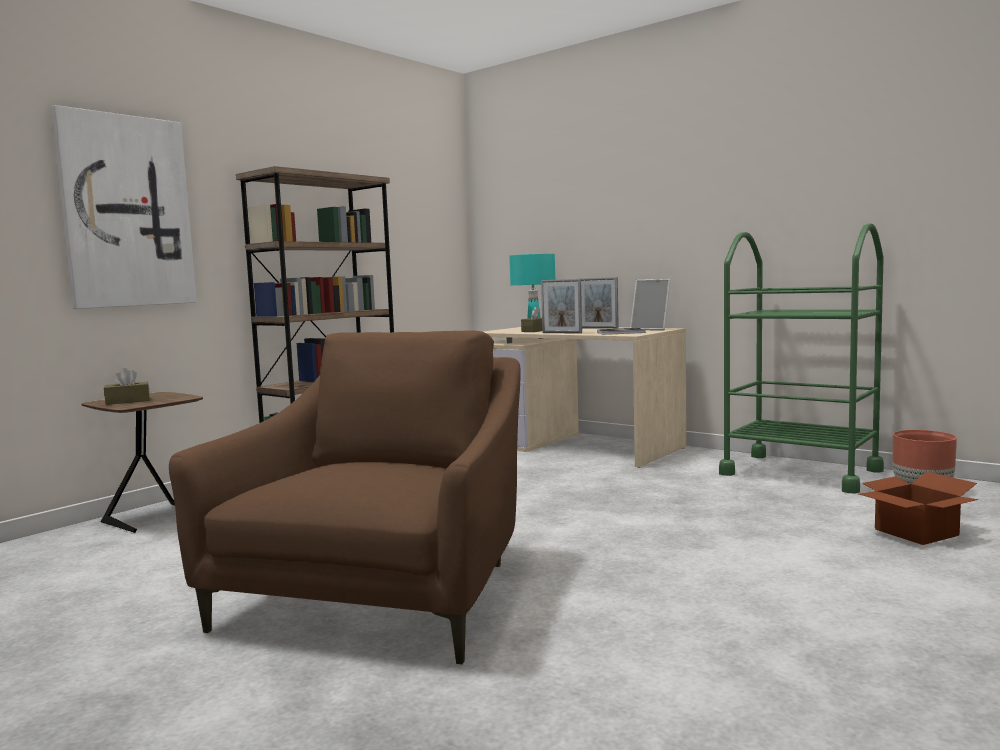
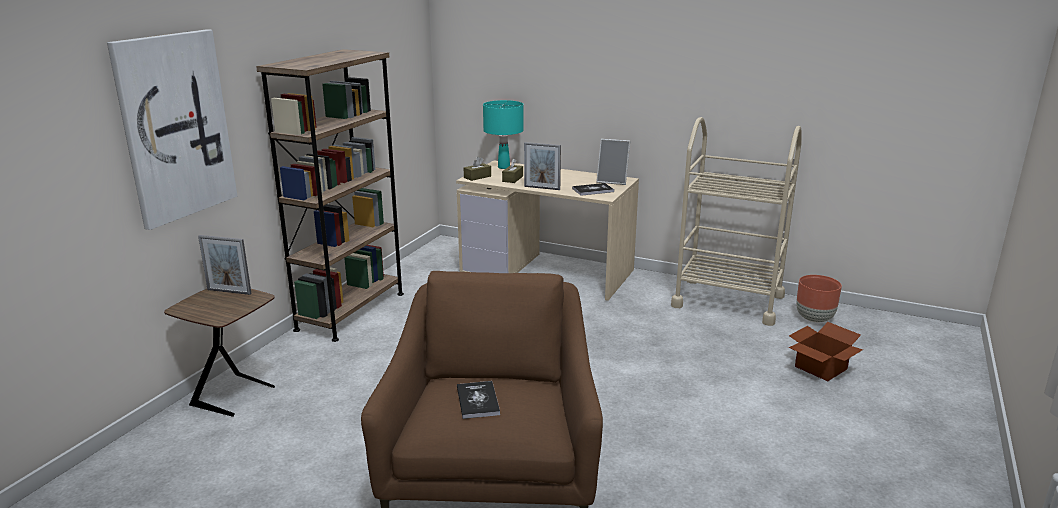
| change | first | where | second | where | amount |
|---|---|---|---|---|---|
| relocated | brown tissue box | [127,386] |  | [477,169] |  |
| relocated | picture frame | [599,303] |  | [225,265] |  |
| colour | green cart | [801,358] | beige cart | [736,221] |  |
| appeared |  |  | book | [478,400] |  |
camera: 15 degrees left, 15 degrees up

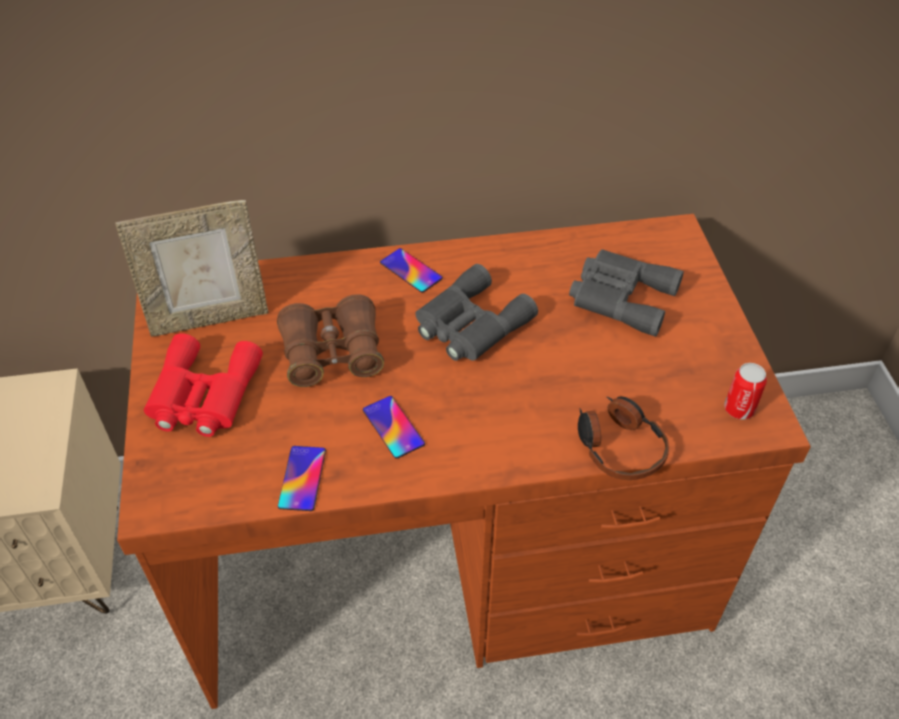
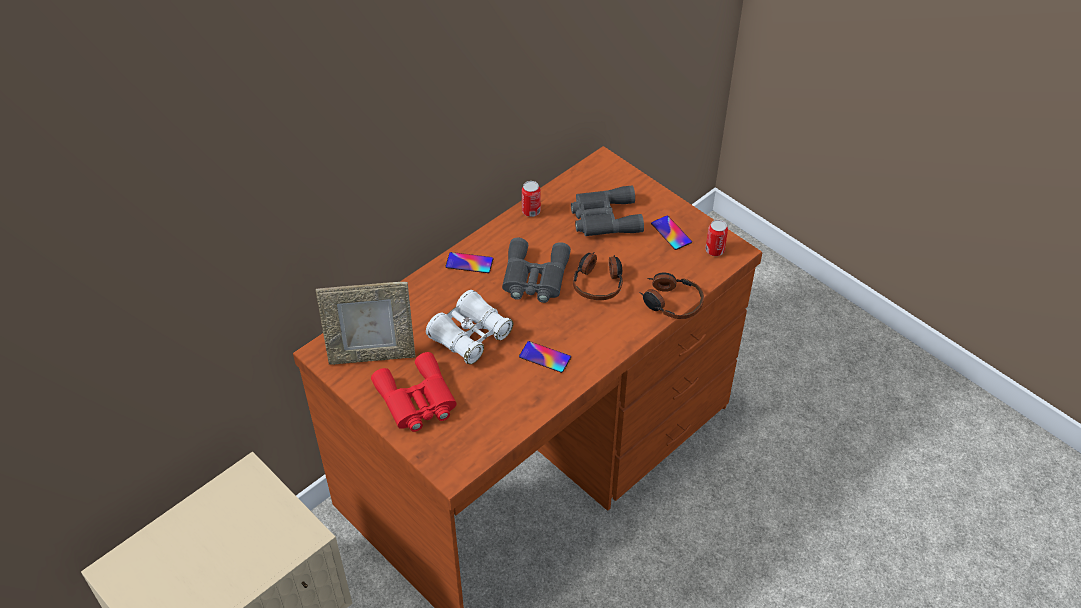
| change | first | where | second | where | amount |
|---|---|---|---|---|---|
| spun | picture frame | [191,268] |  | [365,323] | 45 degrees clockwise |
| colour | brown binoculars | [330,340] | white binoculars | [469,327] |  |
| relocated | phone | [302,478] |  | [671,233] |  |
| appeared |  |  | can | [531,199] |  |
| appeared |  |  | headphones | [598,276] |  |
camera: 35 degrees left, 0 degrees up

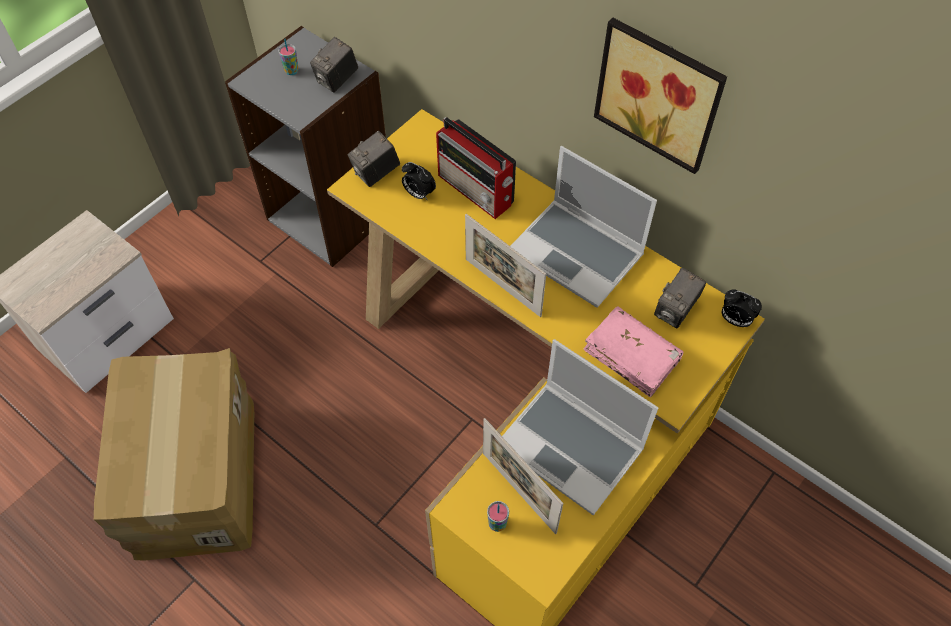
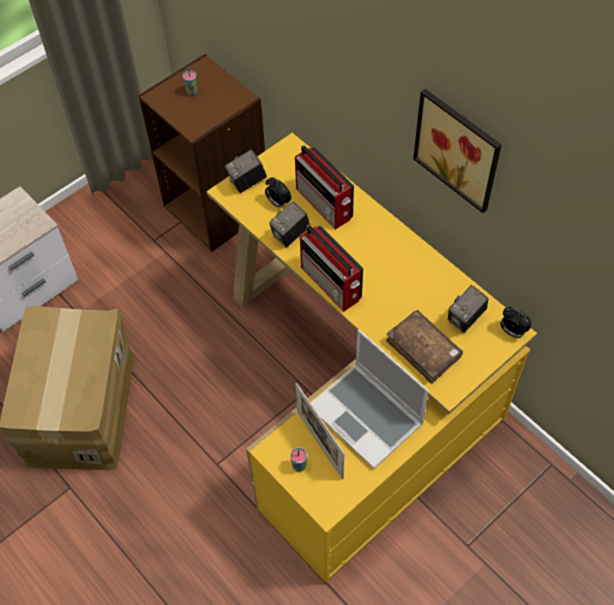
| change | first | where | second | where | amount |
|---|---|---|---|---|---|
| colour | grey bookcase | [305,146] | brown bookcase | [201,153] |  |
| relocated | photo camera | [334,65] |  | [289,224] |  |
| exchanged | picture frame | [505,265] | radio | [331,268] |  |
| missing | laptop | [583,227] |  |  |  |
| colour | pink book | [634,351] | brown book | [424,347] |  |
camera: 10 degrees right, 0 degrees up

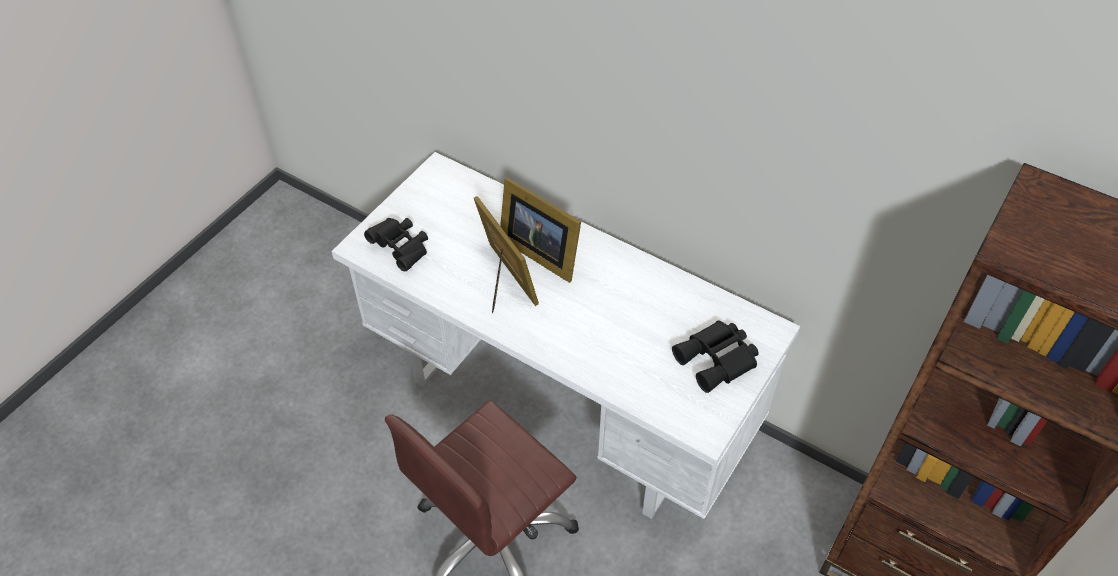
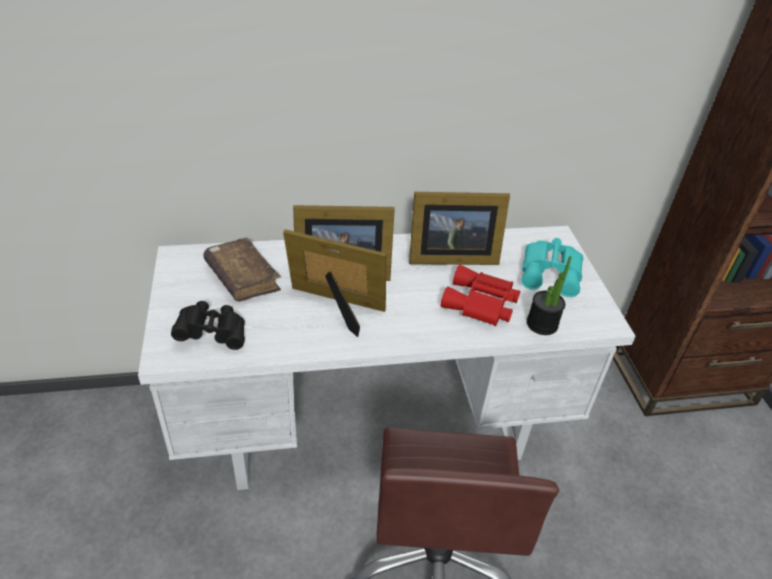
| change | first | where | second | where | amount |
|---|---|---|---|---|---|
| colour | black binoculars | [715,356] | turquoise binoculars | [552,267] |  |
| appeared |  |  | brown book | [242,269] |  |
| appeared |  |  | picture frame | [459,228] |  |
| appeared |  |  | red binoculars | [480,295] |  |
| appeared |  |  | potted plant | [549,295] |  |
camera: 45 degrees left, 10 degrees down

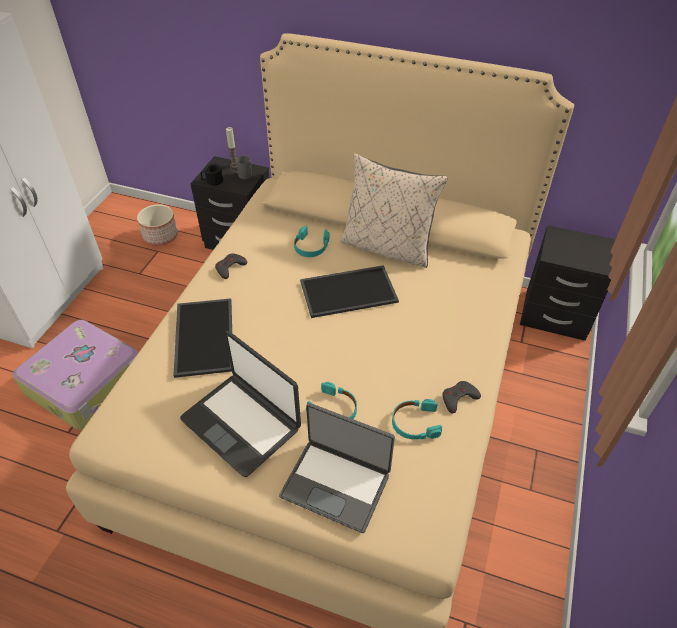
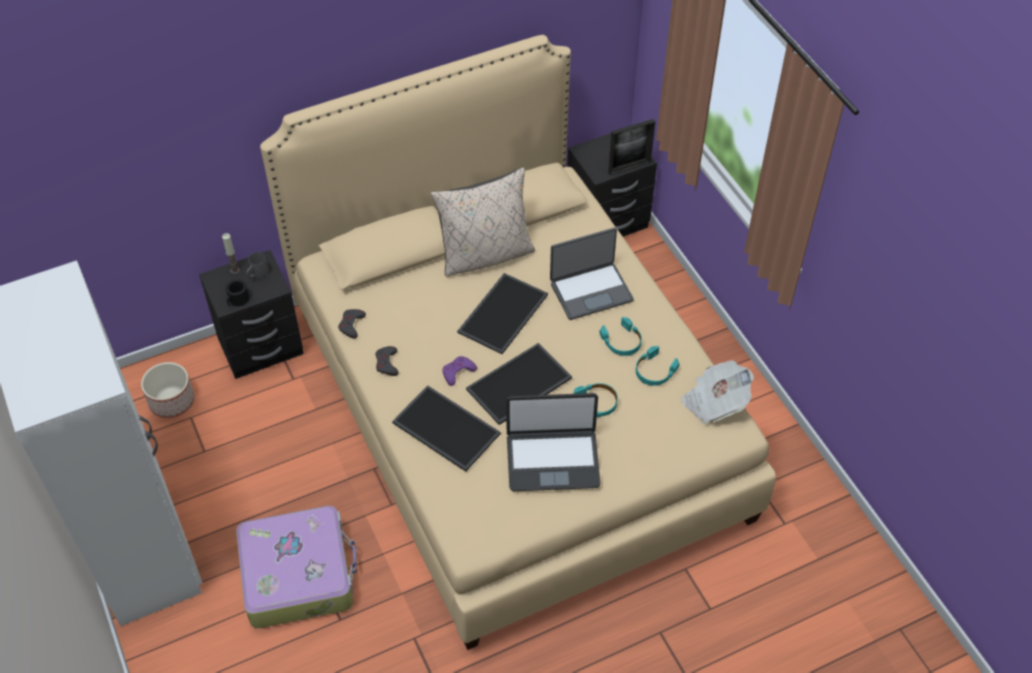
| change | first | where | second | where | amount |
|---|---|---|---|---|---|
| relocated | laptop | [337,468] |  | [592,274] |  |
| relocated | turquoise headphones | [312,241] |  | [620,336] |  |
| relocated | grey game controller | [461,397] |  | [352,324] |  |
| appeared |  |  | purple game controller | [459,371] |  |
| appeared |  |  | tray | [519,384] |  |
| appeared |  |  | picture frame | [631,147] |  |
| appeared |  |  | newspaper | [717,392] |  |
camera: 45 degrees left, 5 degrees up

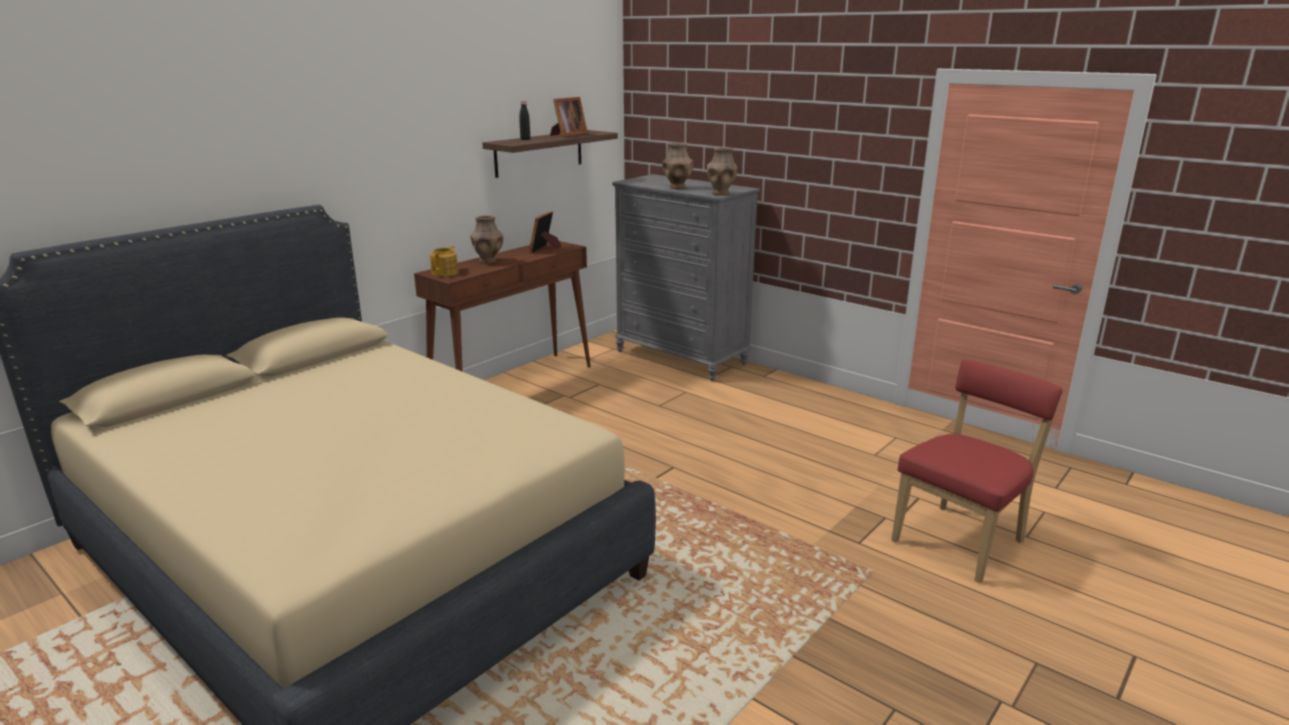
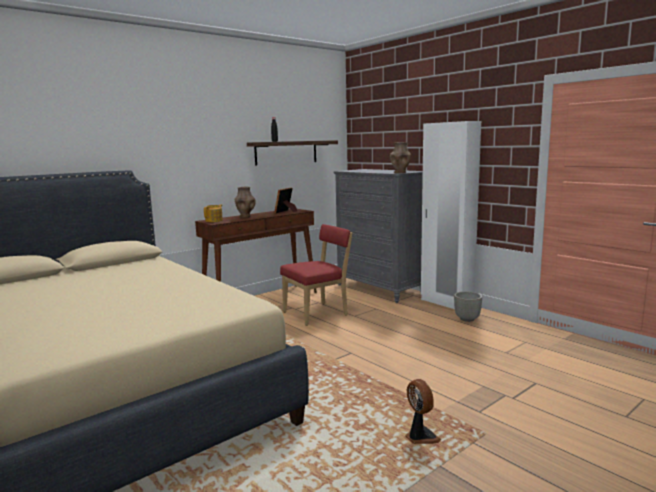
| change | first | where | second | where | amount |
|---|---|---|---|---|---|
| missing | picture frame | [569,117] |  |  |  |
| missing | brown vase | [677,166] |  |  |  |
| relocated | red chair | [977,471] |  | [316,275] |  |
| appeared |  |  | fan | [423,411] |  |
| appeared |  |  | white wardrobe | [451,215] |  |
| appeared |  |  | grey planter | [468,306] |  |
camera: 10 degrees right, 10 degrees down

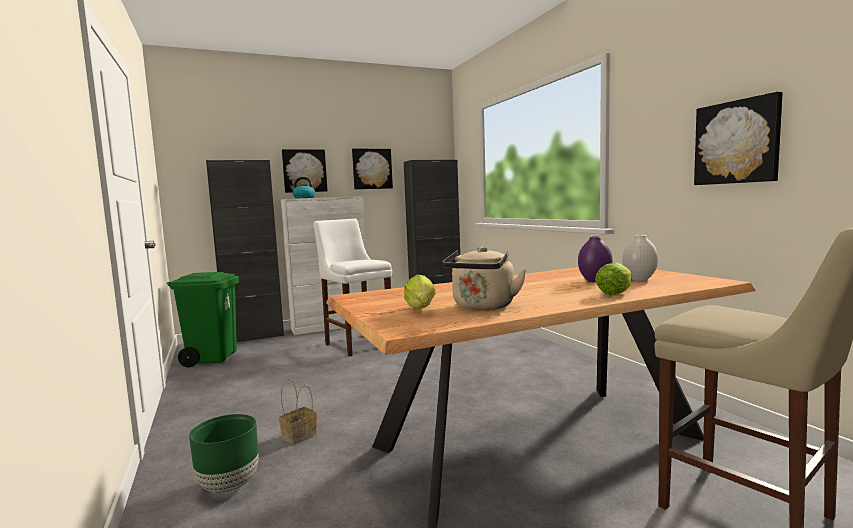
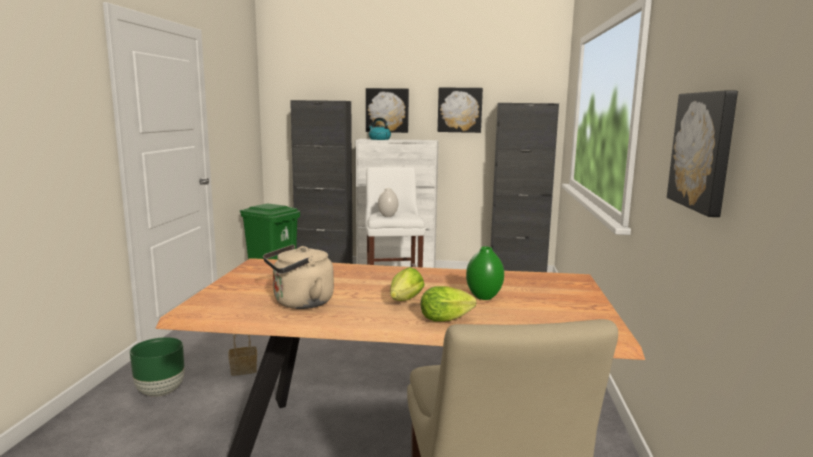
| change | first | where | second | where | amount |
|---|---|---|---|---|---|
| relocated | lettuce | [420,291] |  | [407,284] |  |
| colour | purple vase | [595,259] | green vase | [485,273] |  |
| relocated | white vase | [640,258] |  | [388,202] |  |
camera: 30 degrees right, 5 degrees up

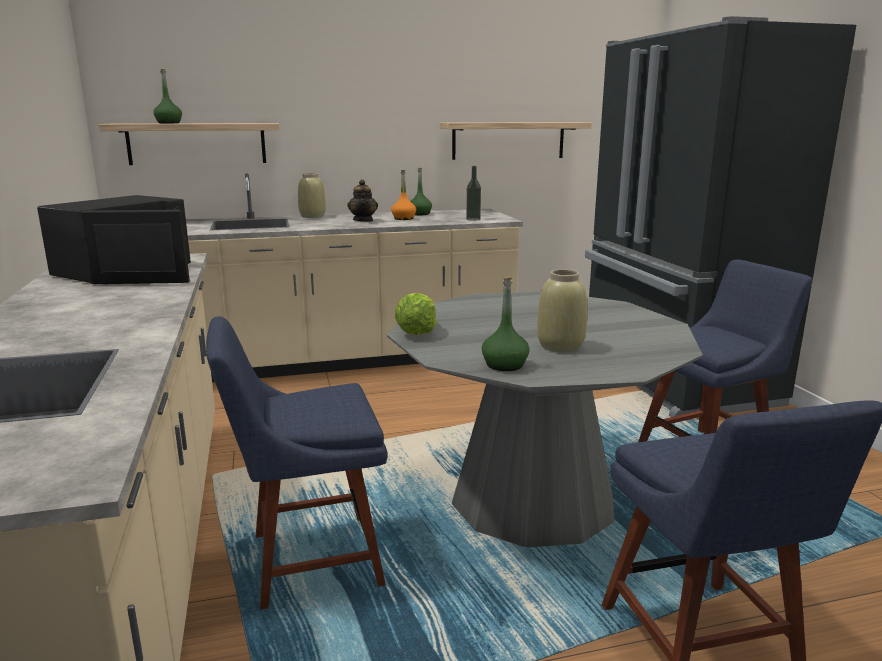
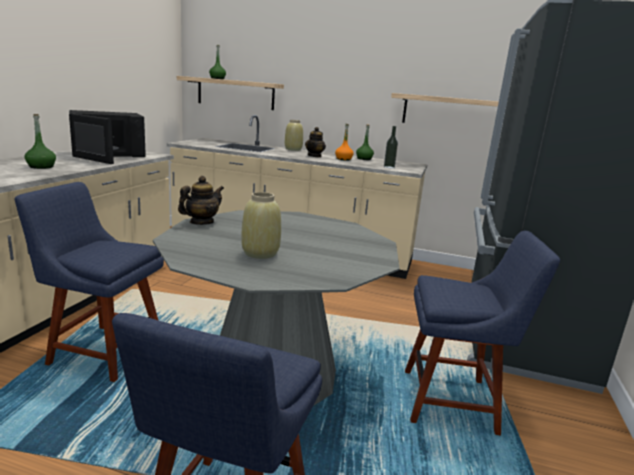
| change | first | where | second | where | amount |
|---|---|---|---|---|---|
| exchanged | lettuce | [416,314] | teapot | [201,200] |  |
| relocated | green bottle | [506,323] |  | [40,141] |  |
camera: 30 degrees right, 0 degrees up

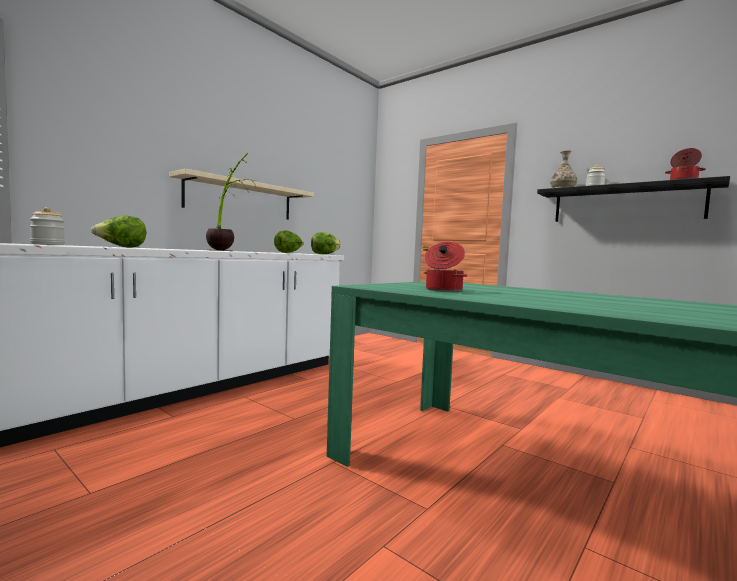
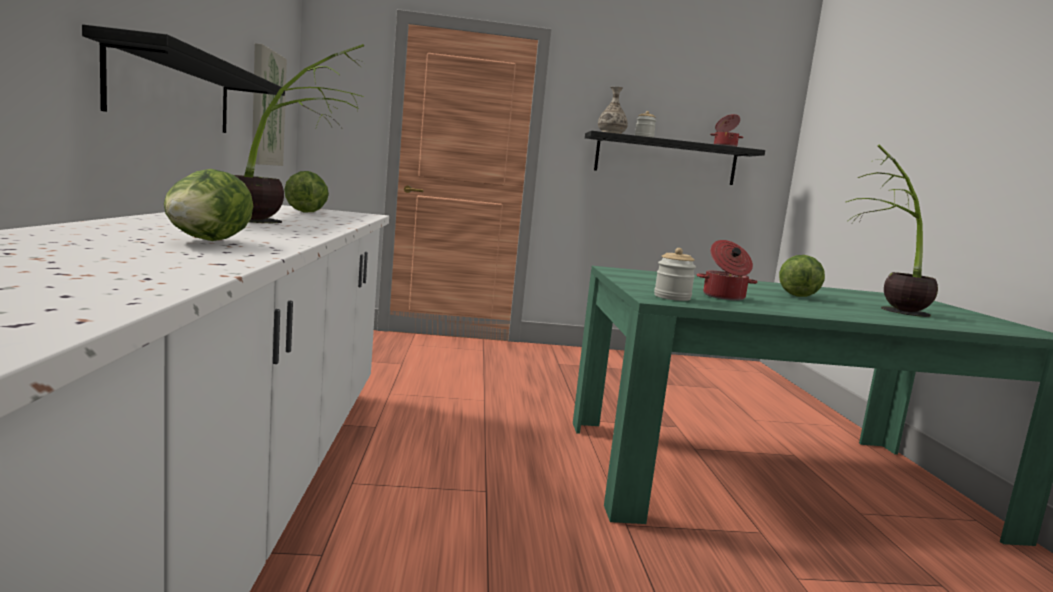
| change | first | where | second | where | amount |
|---|---|---|---|---|---|
| relocated | jar | [47,226] |  | [675,274] |  |
| colour | beige shelf | [241,194] | black shelf | [183,78] |  |
| relocated | lettuce | [326,243] |  | [802,276] |  |
| appeared |  |  | picture | [269,104] |  |
| appeared |  |  | potted plant | [892,231] |  |
camera: 45 degrees left, 5 degrees up

